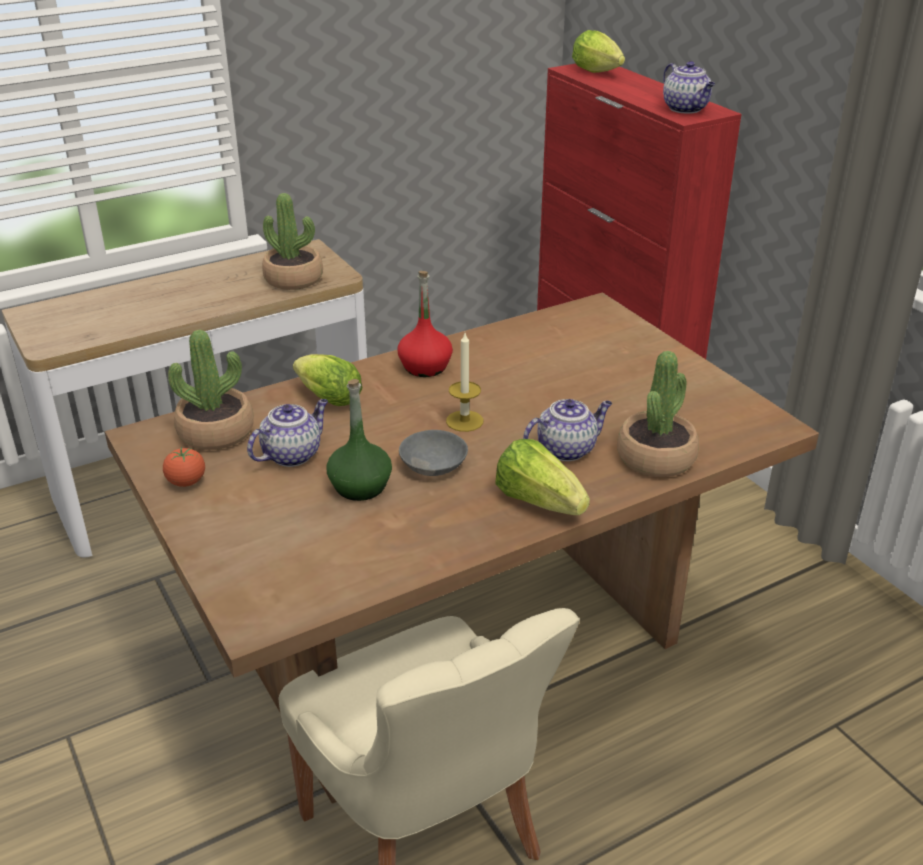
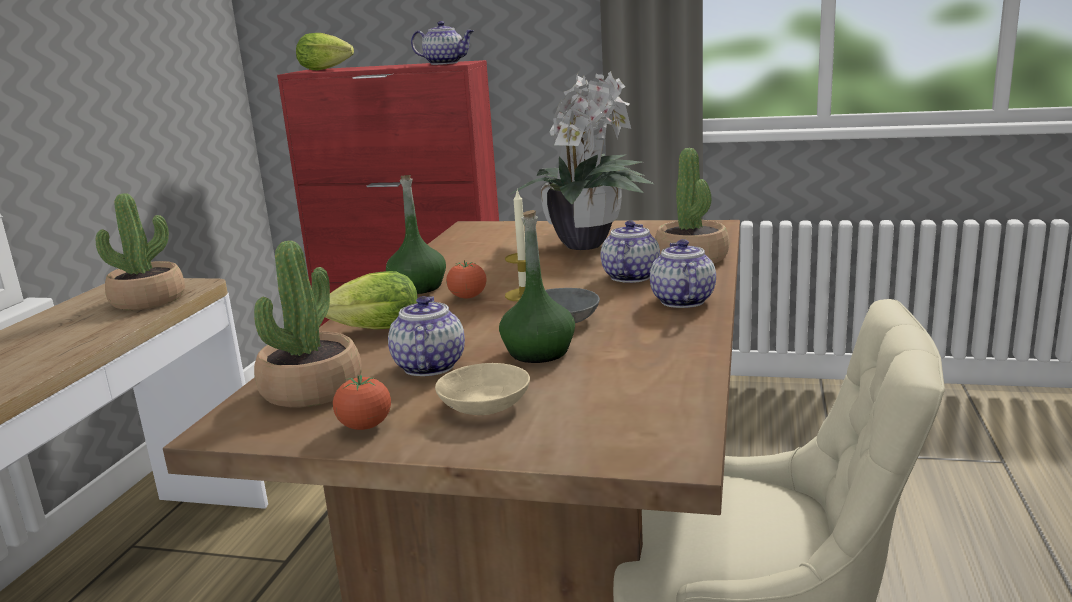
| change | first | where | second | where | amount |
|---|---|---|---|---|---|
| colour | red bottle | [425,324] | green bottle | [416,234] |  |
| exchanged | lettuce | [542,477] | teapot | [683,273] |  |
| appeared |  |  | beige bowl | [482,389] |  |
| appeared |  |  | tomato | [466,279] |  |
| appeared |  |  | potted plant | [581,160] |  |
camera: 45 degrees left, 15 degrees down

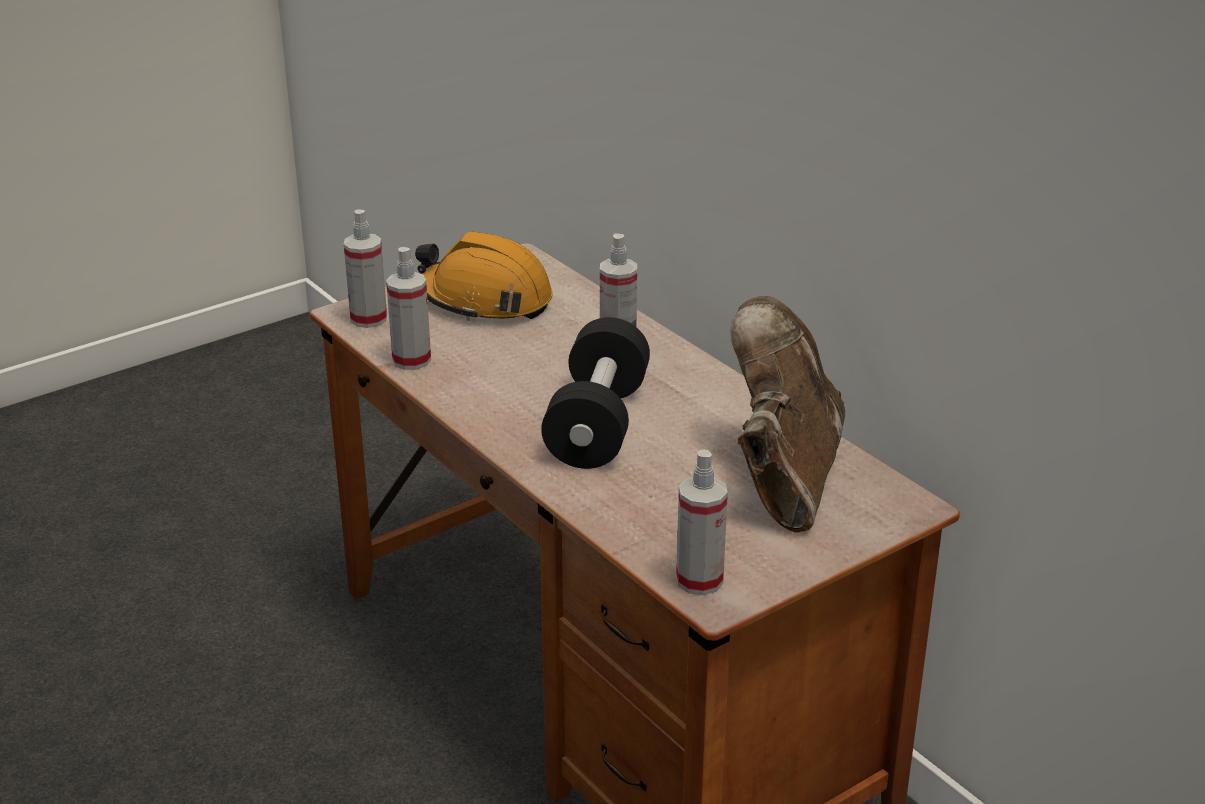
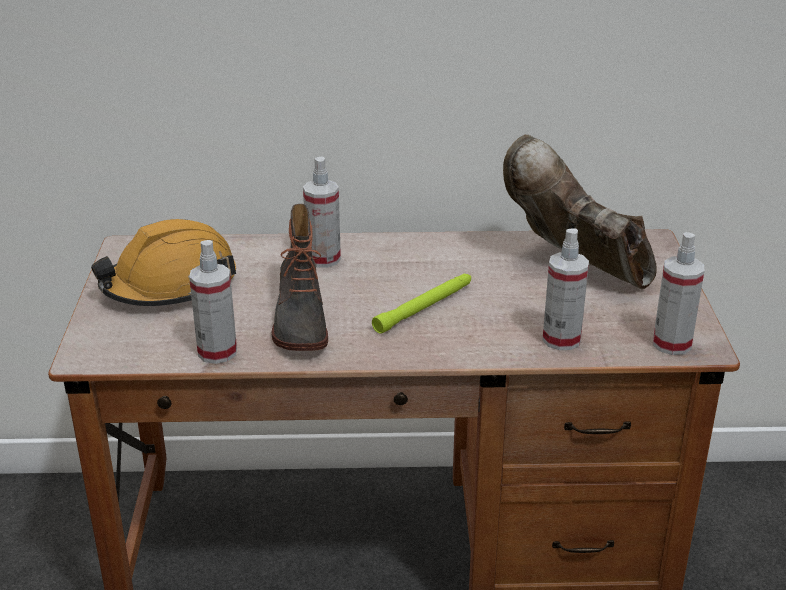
| change | first | where | second | where | amount |
|---|---|---|---|---|---|
| relocated | spray bottle | [365,269] |  | [565,289] |  |
| exchanged | black dumbbell | [595,393] | green flashlight | [421,304] |  |
| appeared |  |  | boot | [299,277] |  |
camera: 55 degrees left, 0 degrees up

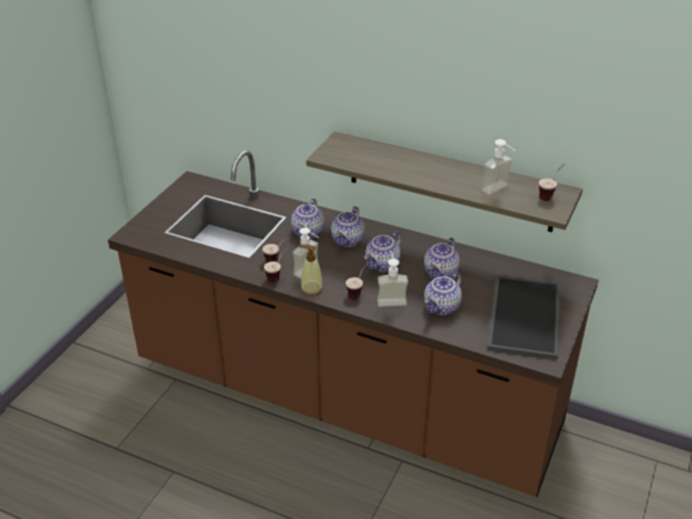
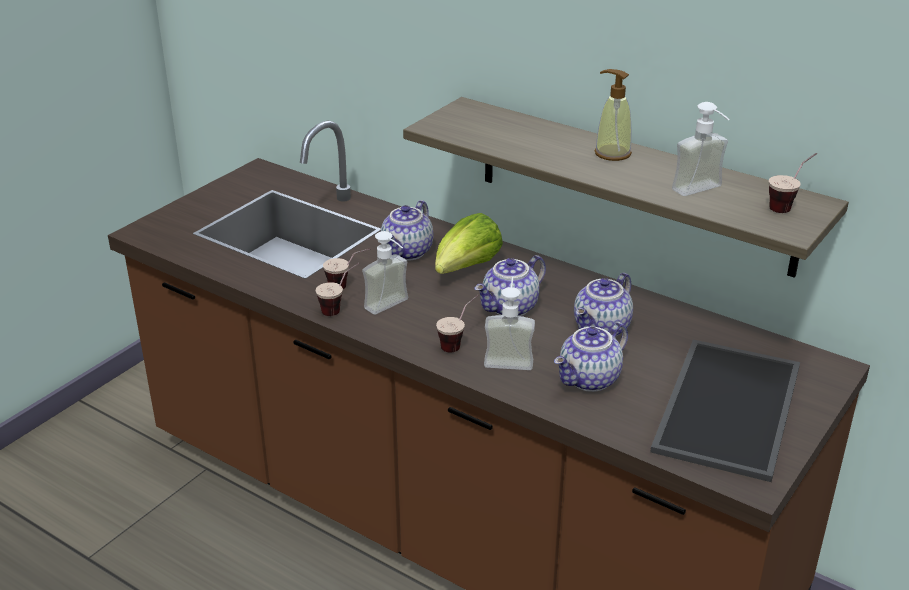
| change | first | where | second | where | amount |
|---|---|---|---|---|---|
| relocated | soap dispenser | [311,270] |  | [613,115] |  |
| exchanged | teapot | [348,226] | lettuce | [469,243] |  |
camera: 10 degrees right, 5 degrees down

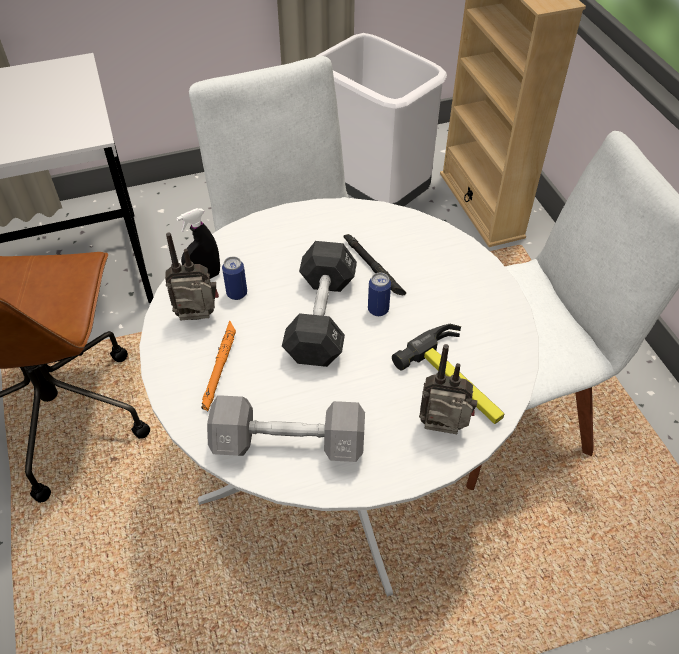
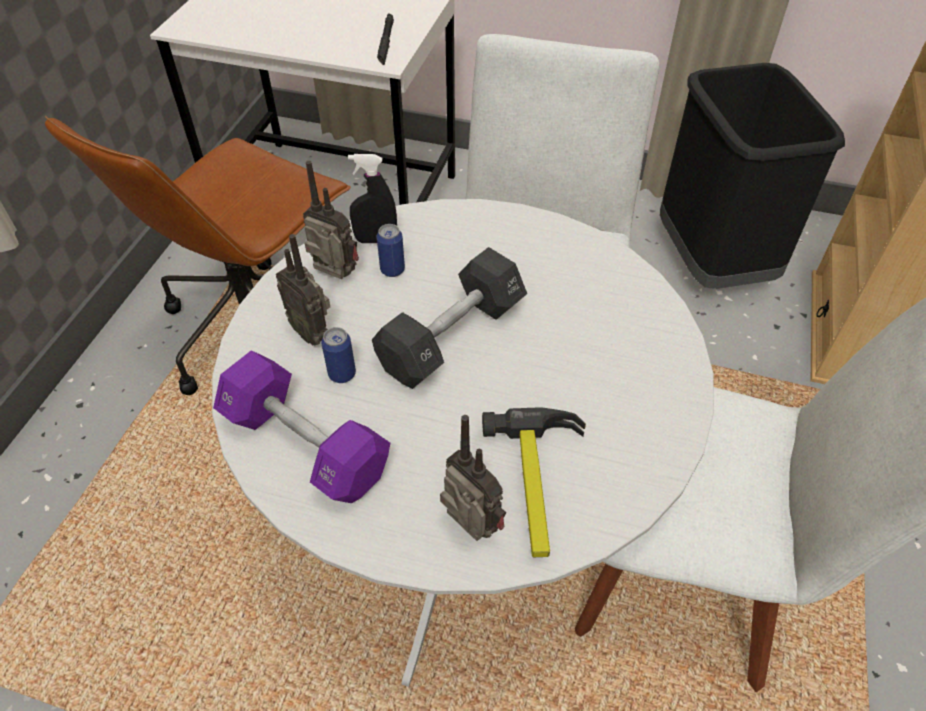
| change | first | where | second | where | amount |
|---|---|---|---|---|---|
| exchanged | orange flashlight | [218,365] | radio | [303,289] |  |
| colour | grey dumbbell | [286,428] | purple dumbbell | [301,426] |  |
| colour | white trash can | [381,120] | black trash can | [752,176] |  |
| relocated | black flashlight | [374,264] |  | [385,39] |  |
| relocated | can | [379,294] |  | [338,355] |  |
camera: 35 degrees right, 0 degrees up

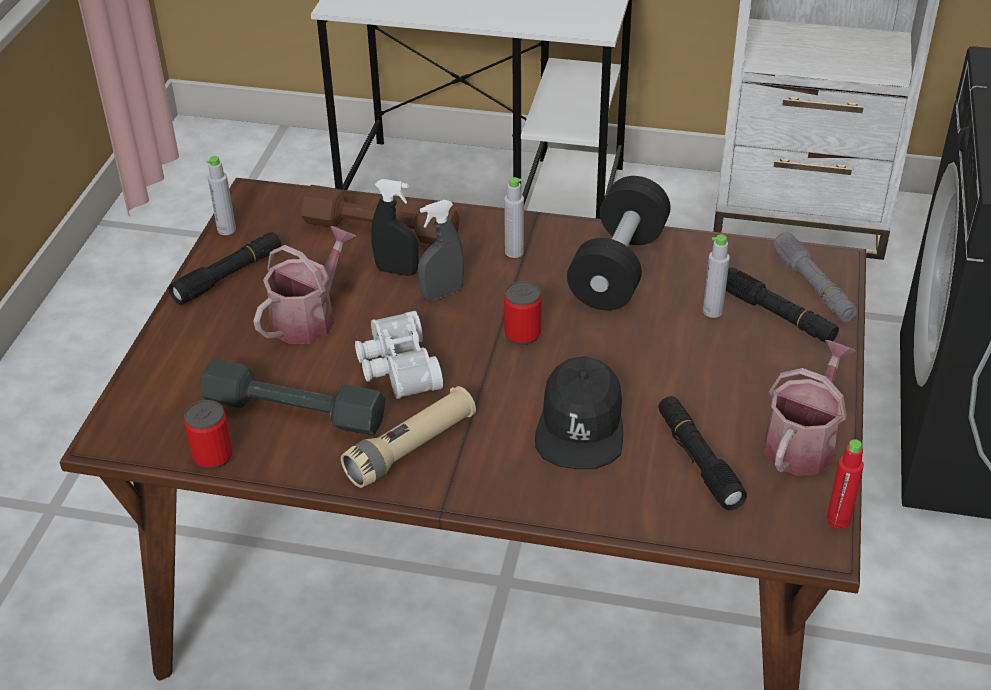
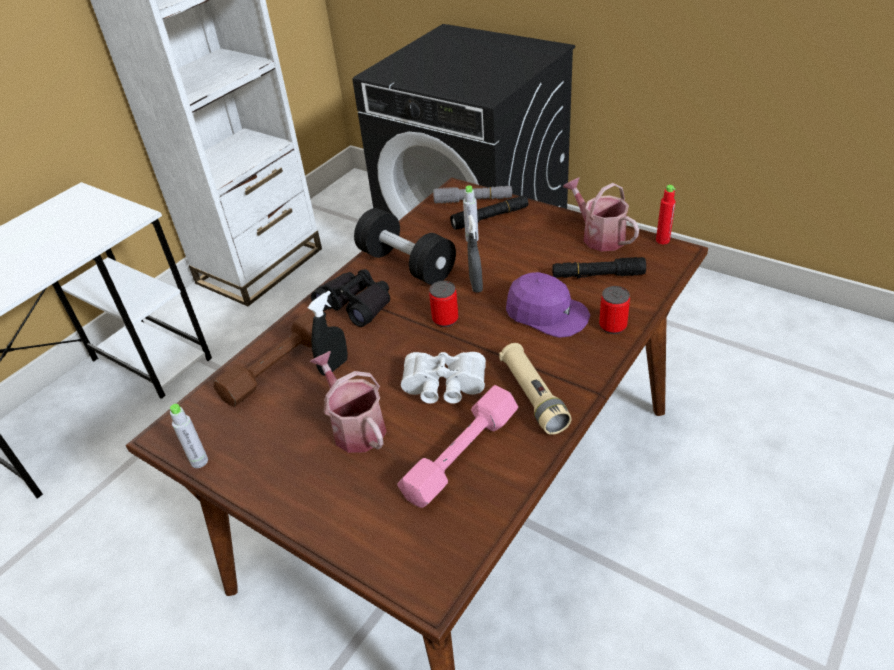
| change | first | where | second | where | amount |
|---|---|---|---|---|---|
| missing | black flashlight | [225,268] |  |  |  |
| relocated | can | [208,434] |  | [614,310] |  |
| colour | grey dumbbell | [293,397] | pink dumbbell | [457,446] |  |
| relocated | grey spray bottle | [441,250] |  | [475,254] |  |
| exchanged | grey bottle | [514,217] | black binoculars | [350,298] |  |
| colour | black cap | [579,412] | purple cap | [548,305] |  |
camera: 65 degrees left, 0 degrees up

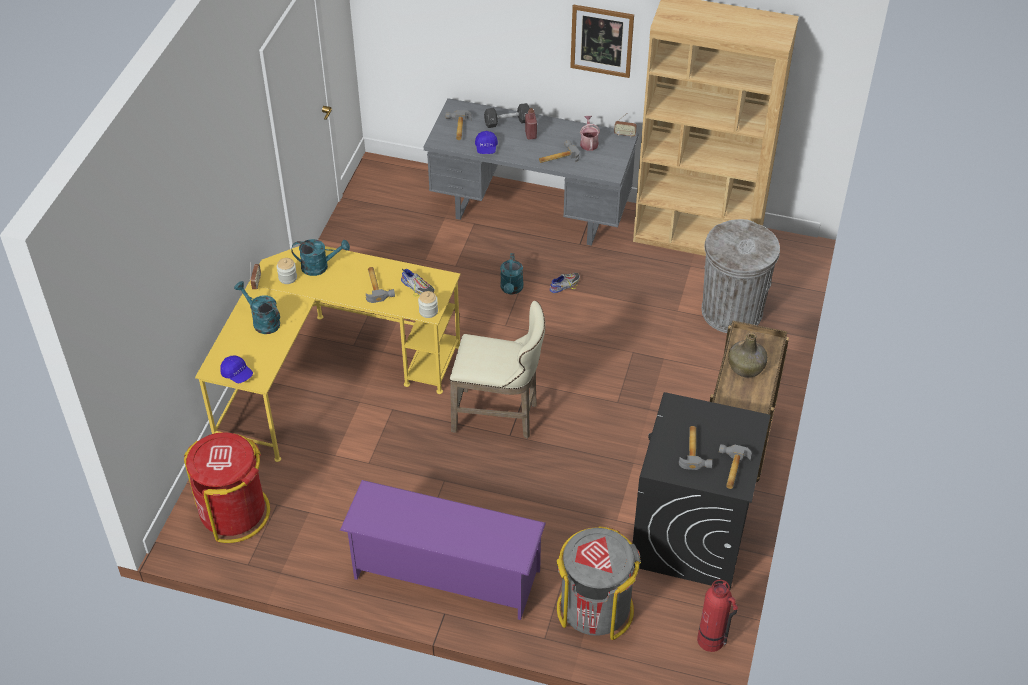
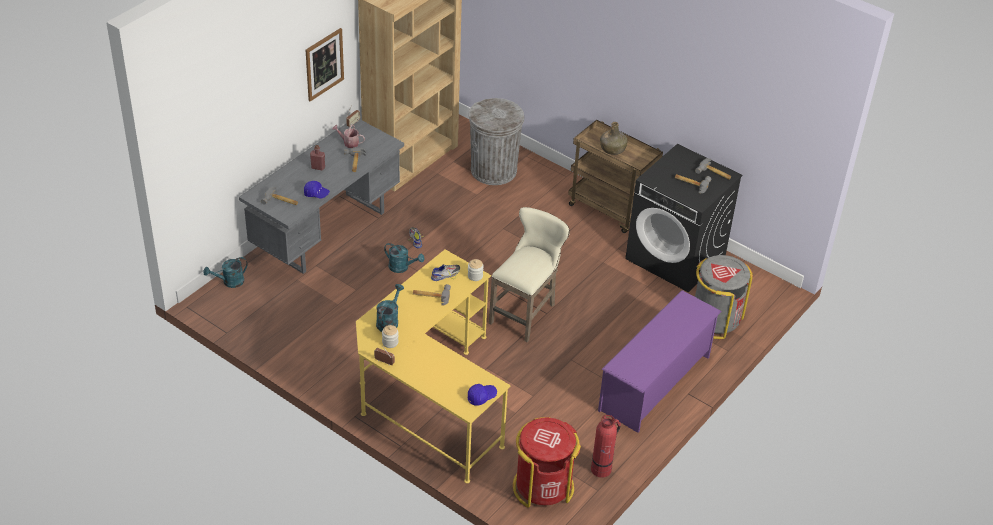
| change | first | where | second | where | amount |
|---|---|---|---|---|---|
| relocated | turquoise watering can | [257,307] |  | [225,272] |  |
| missing | black dumbbell | [507,115] |  |  |  |
| relocated | fire extinguisher | [717,616] |  | [606,446] |  |
camera: 70 degrees left, 5 degrees down

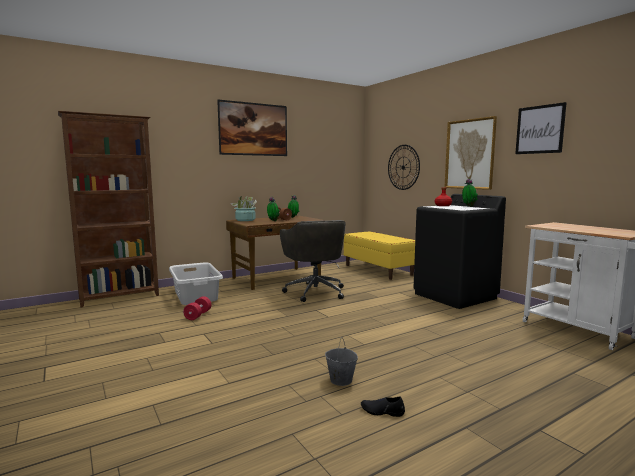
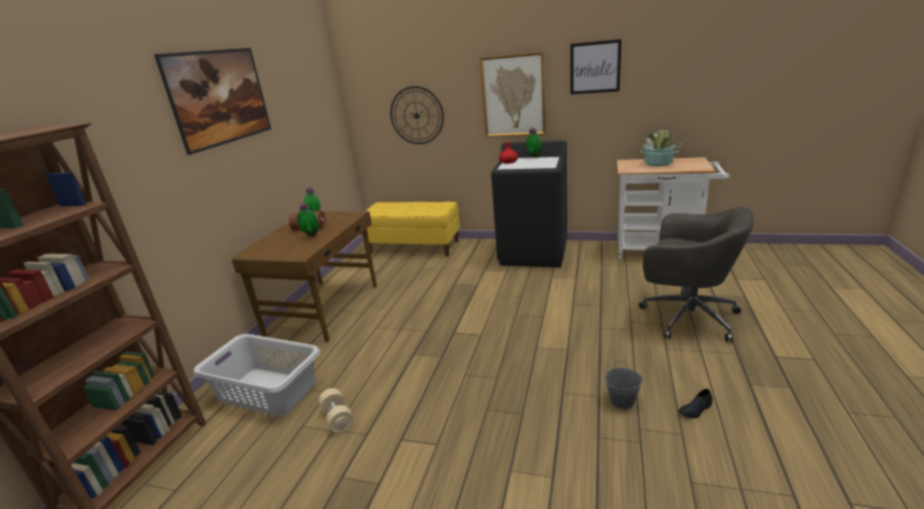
| change | first | where | second | where | amount |
|---|---|---|---|---|---|
| colour | red dumbbell | [197,308] | beige dumbbell | [336,410] |  |
| relocated | potted plant | [244,208] |  | [661,148] |  |
| relocated | grey office chair | [313,261] |  | [696,274] |  |
camera: 40 degrees left, 15 degrees up

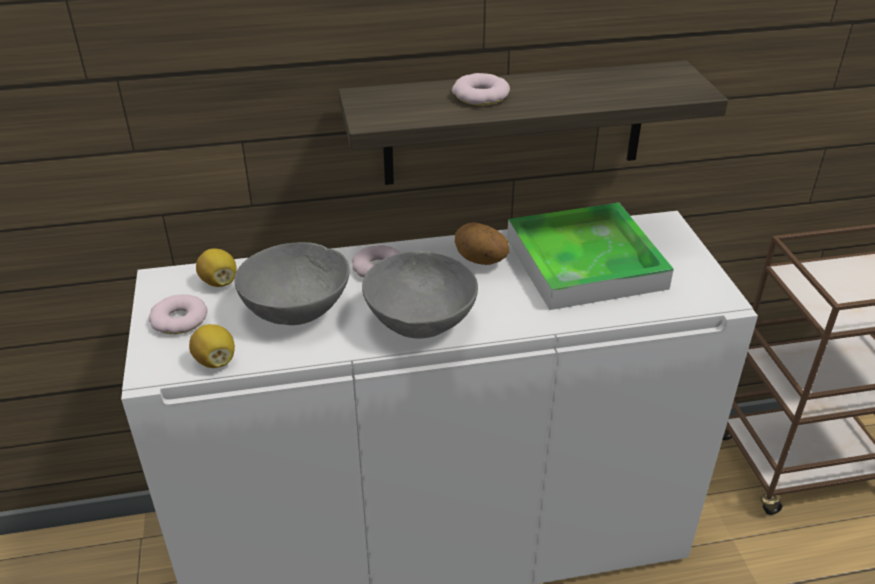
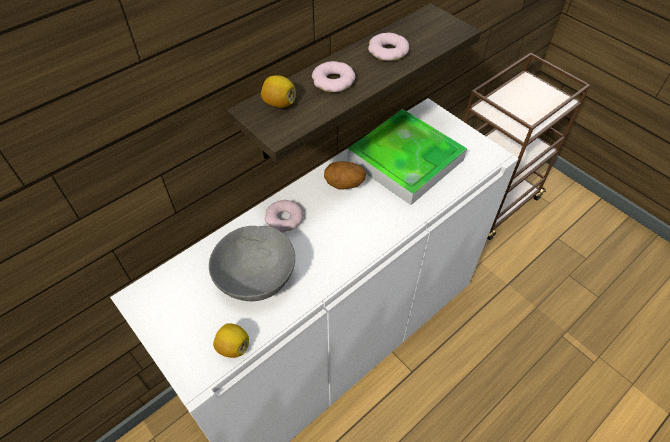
| change | first | where | second | where | amount |
|---|---|---|---|---|---|
| relocated | donut | [178,314] |  | [388,47] |  |
| relocated | lemon | [216,267] |  | [278,91] |  |
| missing | grey bowl | [420,295] |  |  |  |
camera: 30 degrees left, 15 degrees up

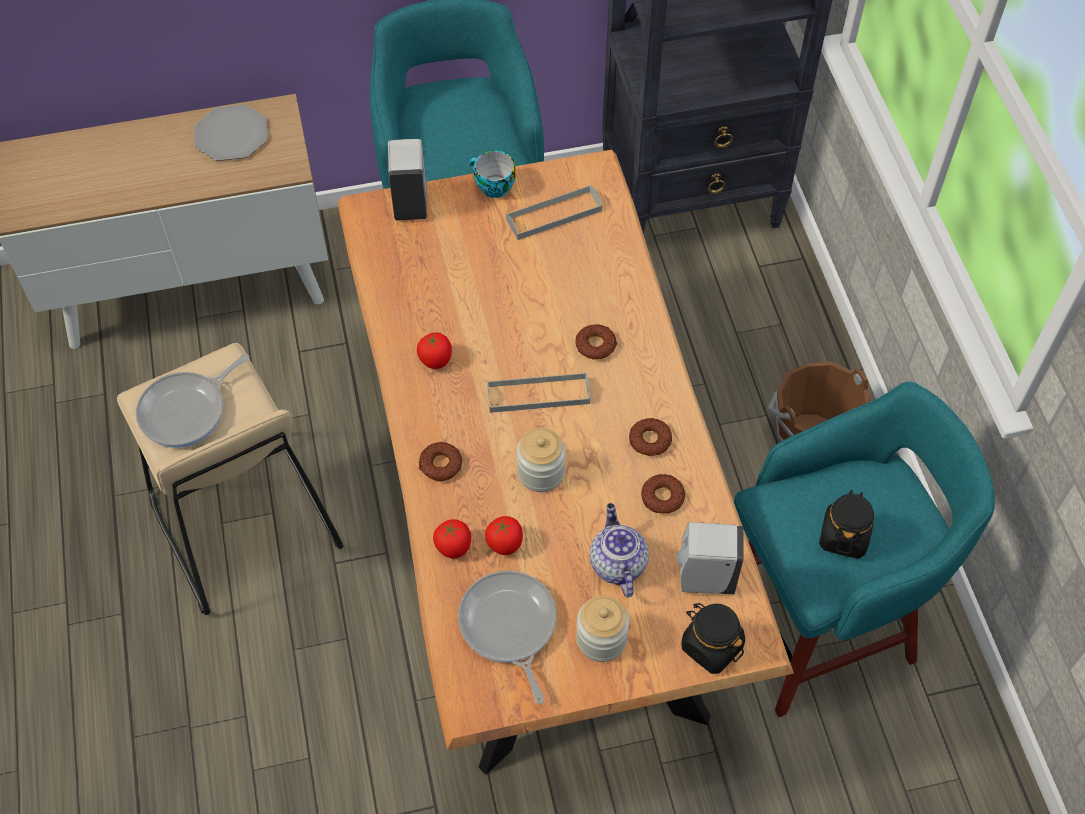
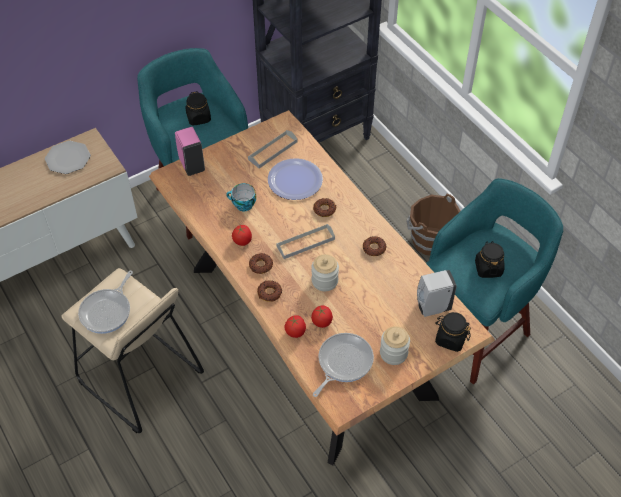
| change | first | where | second | where | amount |
|---|---|---|---|---|---|
| colour | white soap dispenser | [407,179] | pink soap dispenser | [190,151] |  |
| spun | frying pan | [507,637] |  | [343,365] | 75 degrees clockwise |
| relocated | cup | [492,174] |  | [241,197] |  |
| missing | teapot | [619,550] |  |  |  |
| relocated | donut | [663,494] |  | [261,263] |  |
| appeared |  |  | black jar | [198,108] |  |
| appeared |  |  | plate | [295,179] |  |
camera: 20 degrees left, 5 degrees down

